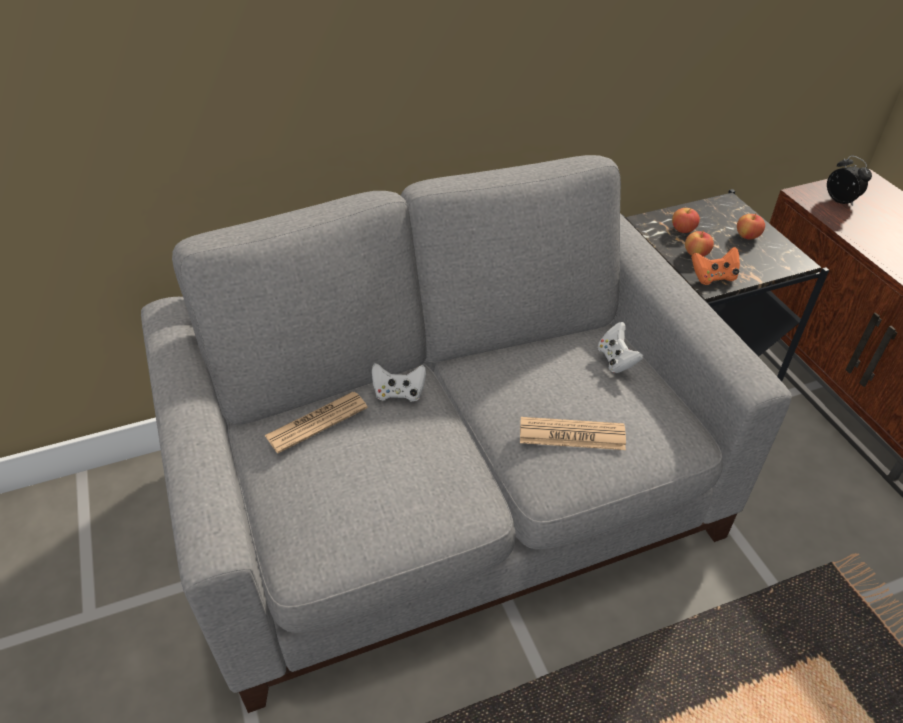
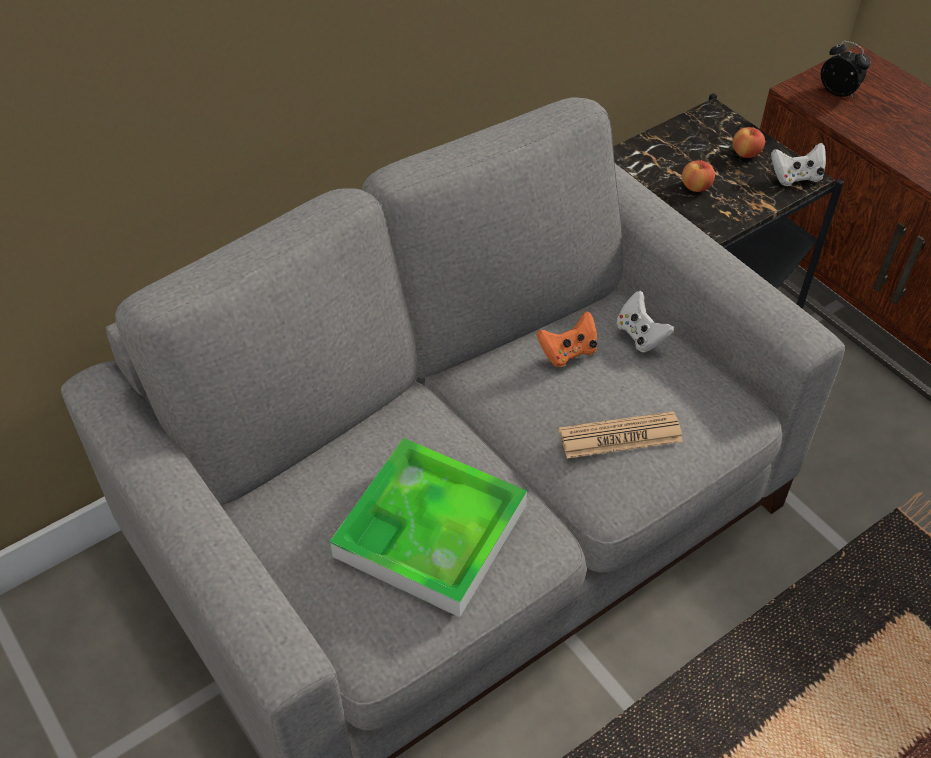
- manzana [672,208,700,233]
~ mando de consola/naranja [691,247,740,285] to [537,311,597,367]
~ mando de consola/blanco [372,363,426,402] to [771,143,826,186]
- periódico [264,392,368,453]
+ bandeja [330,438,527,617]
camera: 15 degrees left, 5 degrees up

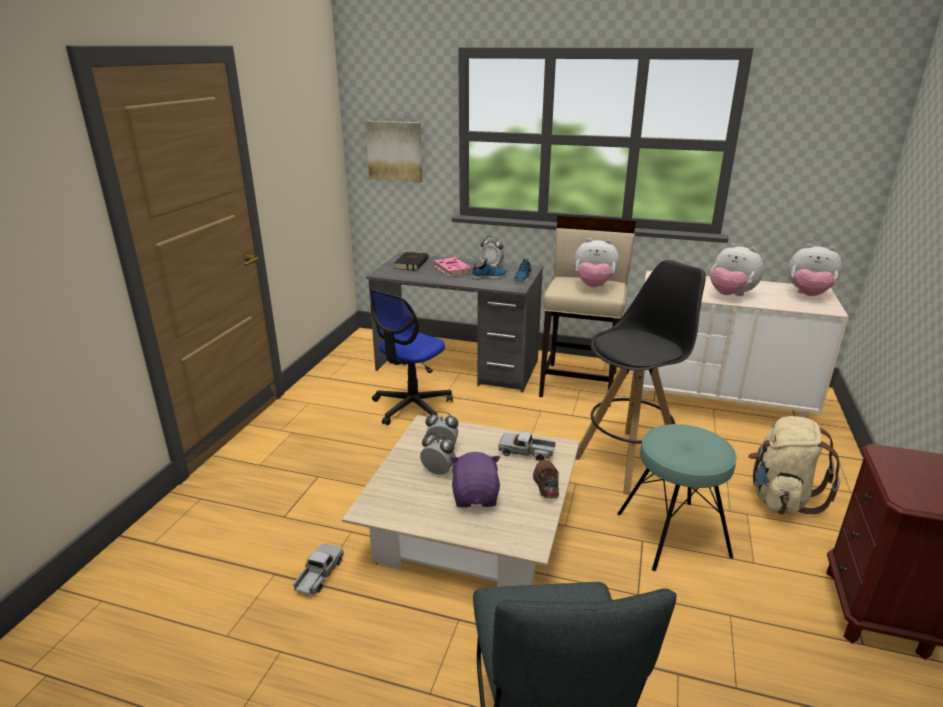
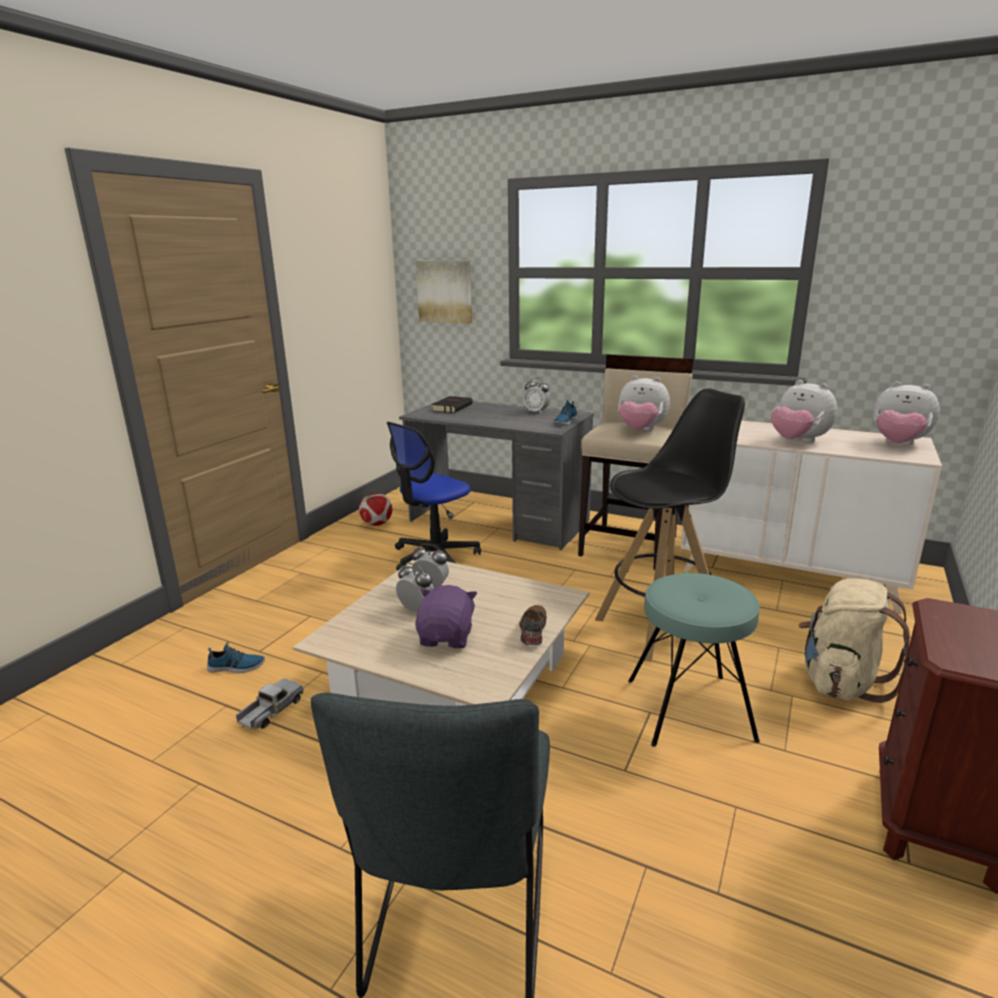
- libro/rosa [434,257,473,277]
~ zapato [471,261,508,280] to [207,642,265,673]
- camión de juguete [498,431,555,461]
+ balón de fútbol [359,493,392,526]
camera: 10 degrees right, 5 degrees down

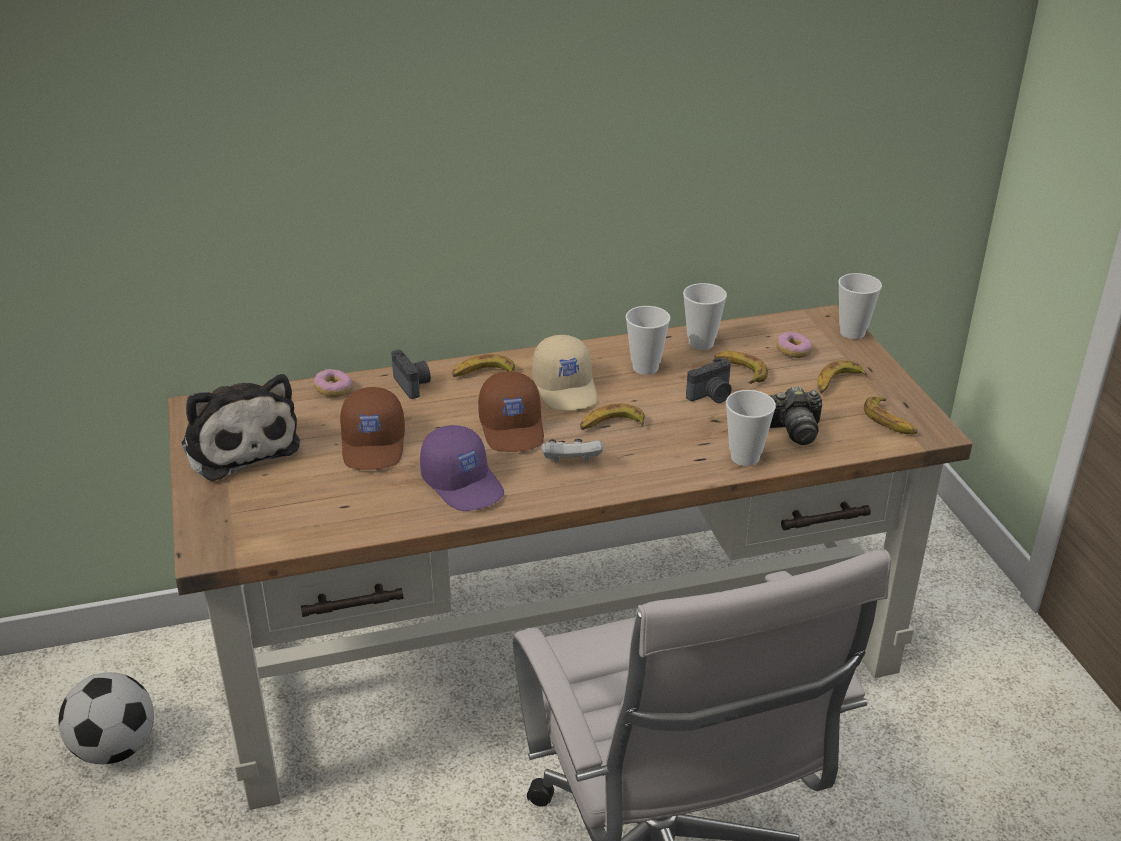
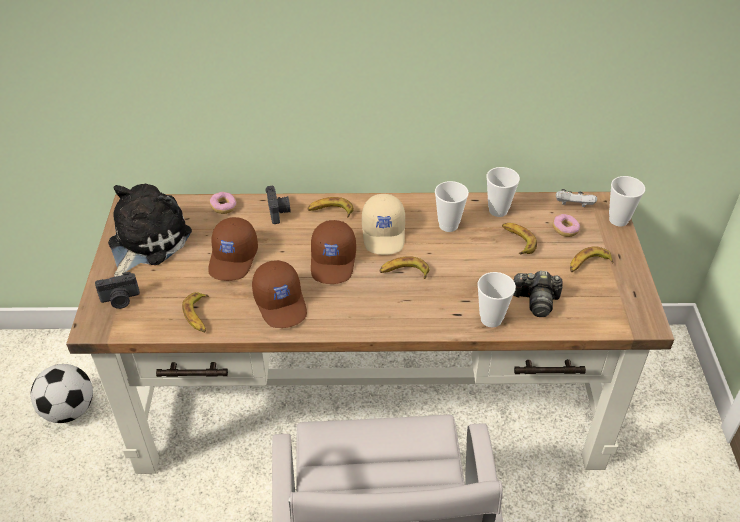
~ cámara [686,357,732,403] to [95,272,140,309]
~ peluche [181,374,300,481] = [108,184,192,277] 135 degrees counterclockwise
~ plátano [864,396,918,434] to [182,292,209,333]
~ gorra/morado [420,425,504,511] to gorra/marrón [252,260,307,328]
~ mando de consola/blanco [541,439,604,463] to [556,189,597,207]
camera: 15 degrees right, 10 degrees up

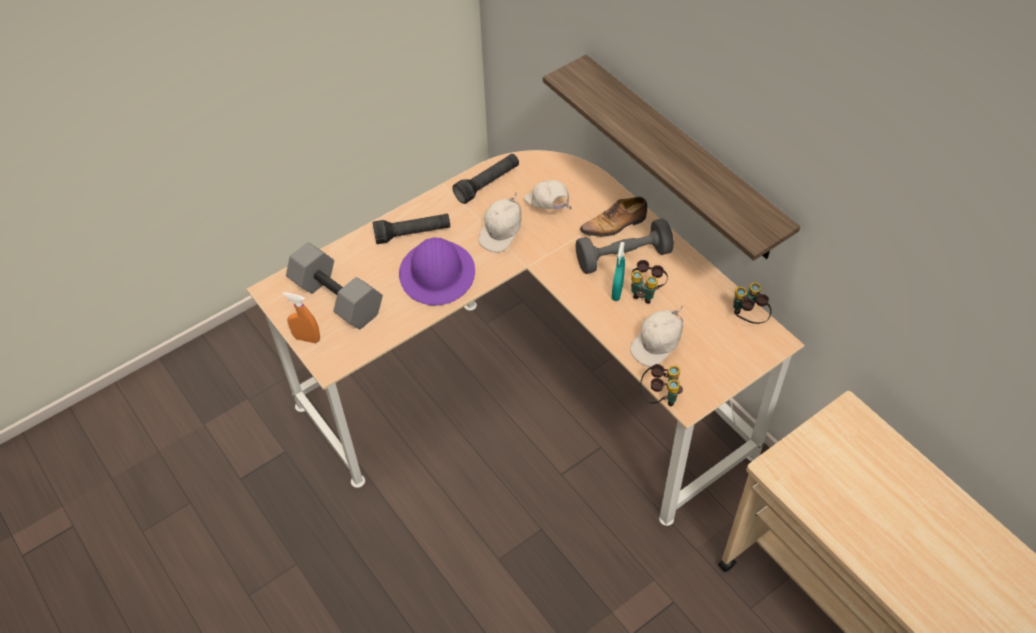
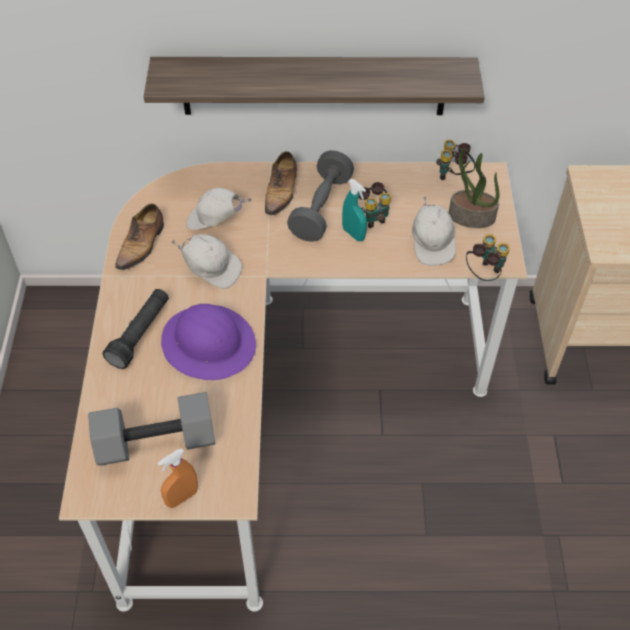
~ linterna/negro [453,154,519,204] to zapato [115,203,164,270]
~ gorra/blanco [478,193,521,253] = [171,234,242,289] 45 degrees counterclockwise
+ planta en maceta [449,148,499,228]
camera: 55 degrees left, 0 degrees up

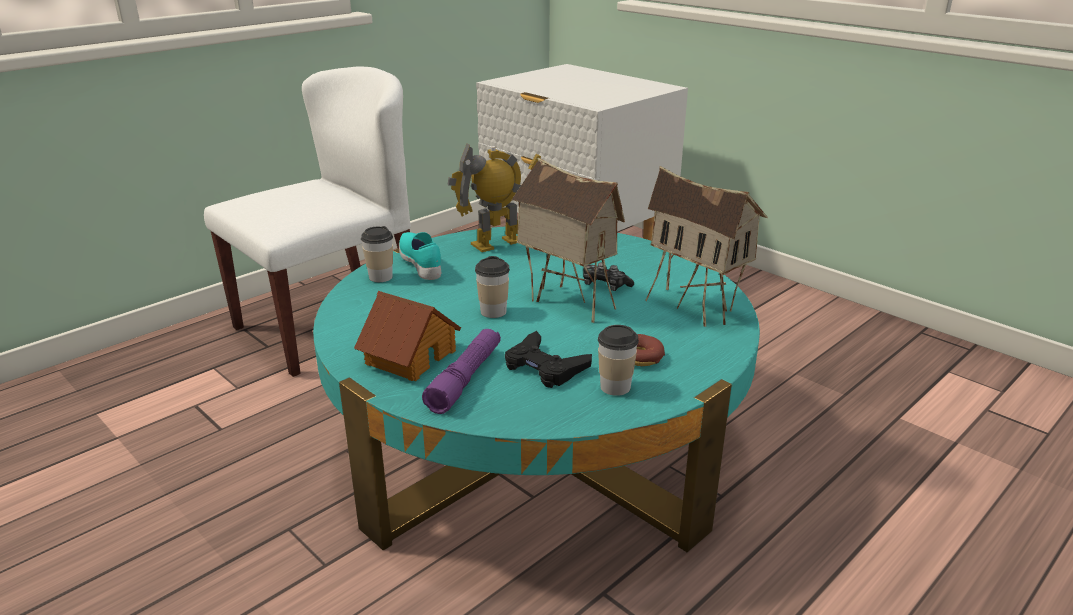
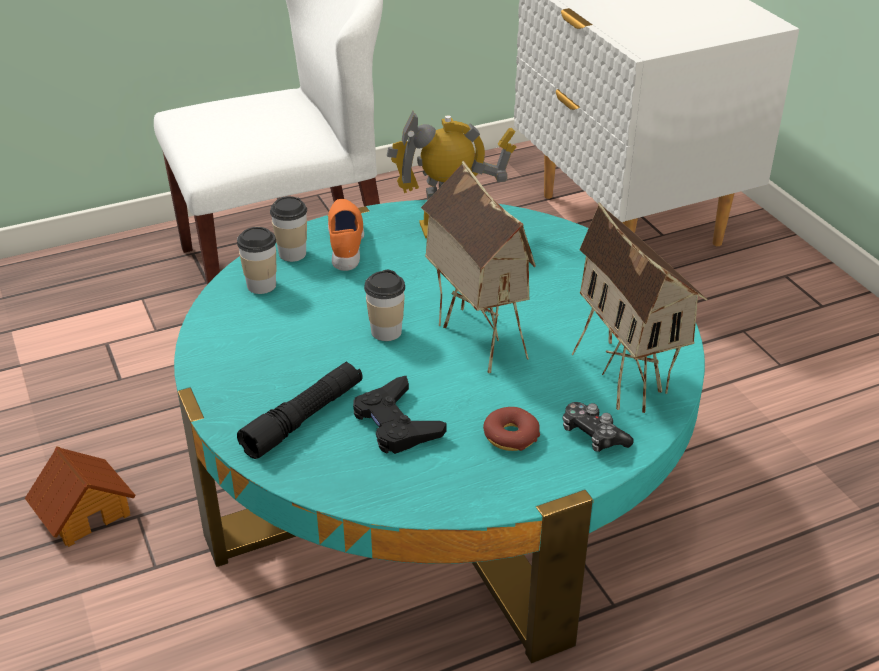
~ zapato/turquesa [399,232,441,280] to zapato/naranja [328,199,364,271]
~ mando de consola [583,262,634,291] to [562,402,634,452]
~ casita [354,291,461,381] to [25,446,136,547]
~ taza [598,325,639,396] to [237,227,277,294]
~ linterna/morado [422,329,501,414] to linterna/negro [237,362,363,459]
camera: 20 degrees right, 10 degrees up

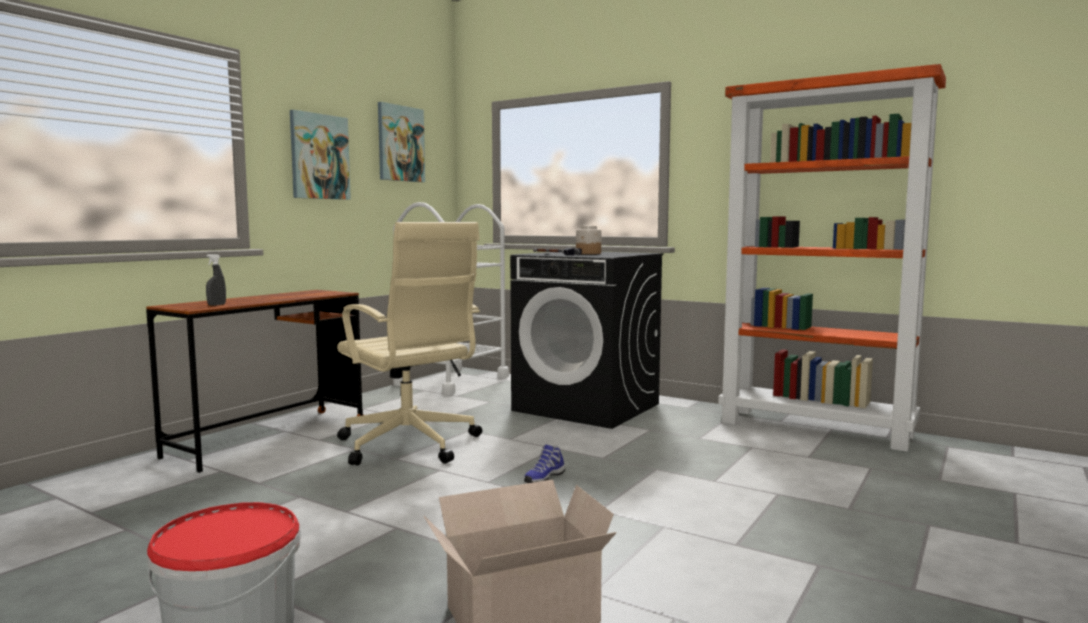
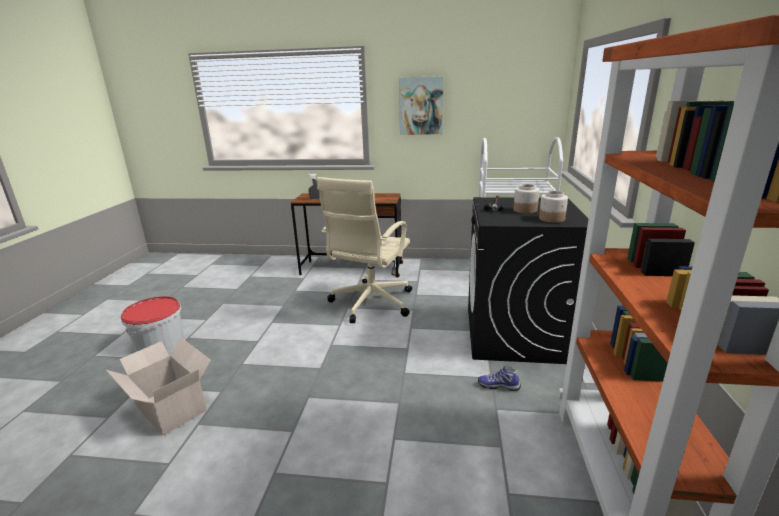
- cuadro [378,102,425,182]
~ zapato [524,445,565,483] to [478,365,521,391]
+ tarro [539,191,568,223]
camera: 65 degrees right, 15 degrees up

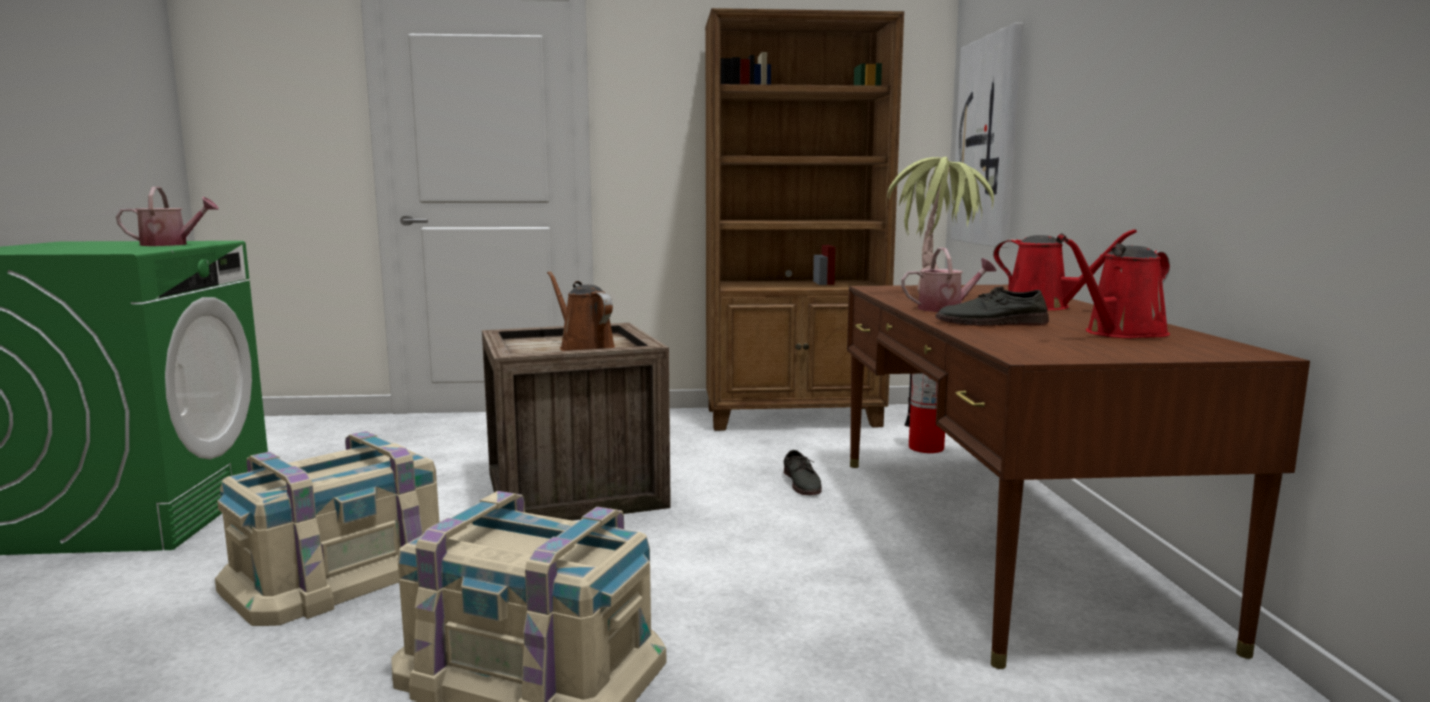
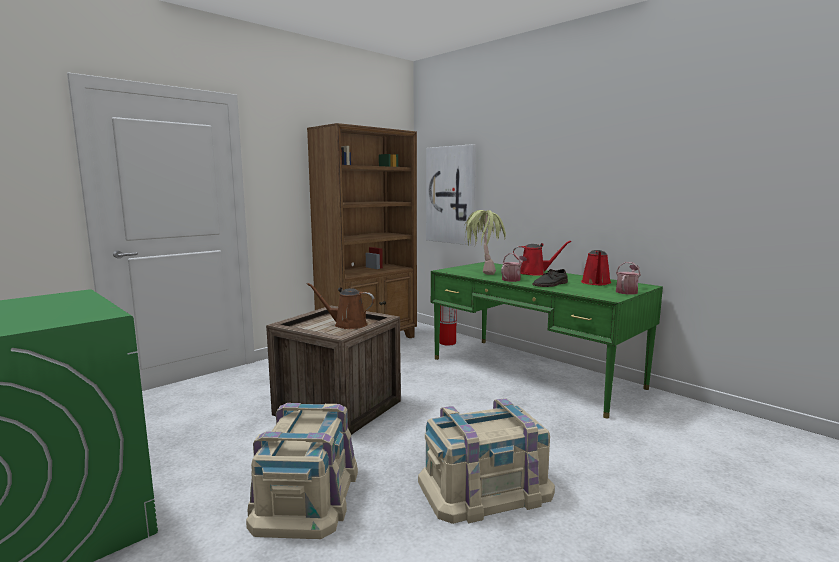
~ regadera [116,187,219,246] to [616,262,641,294]
~ escritorio/marrón [847,285,1310,669] to escritorio/verde [431,262,663,418]
- zapato/gris [784,450,822,495]
camera: 40 degrees left, 0 degrees up

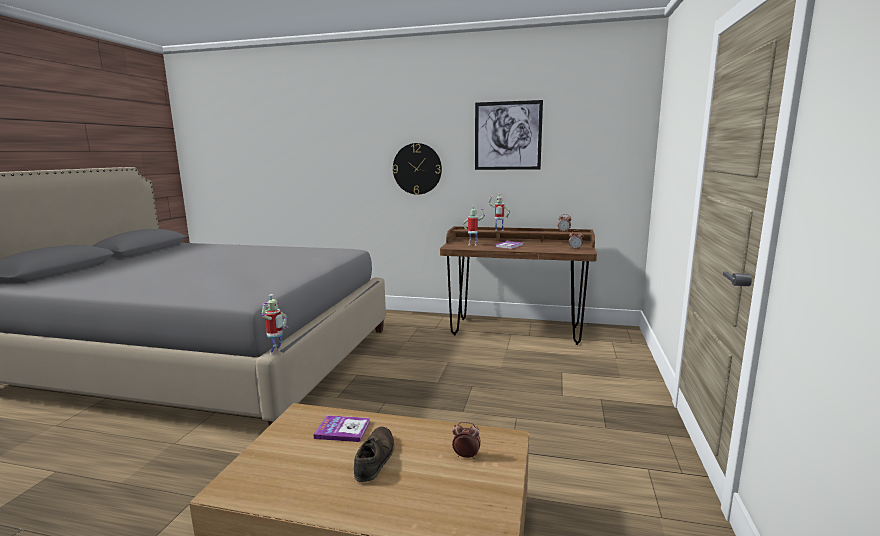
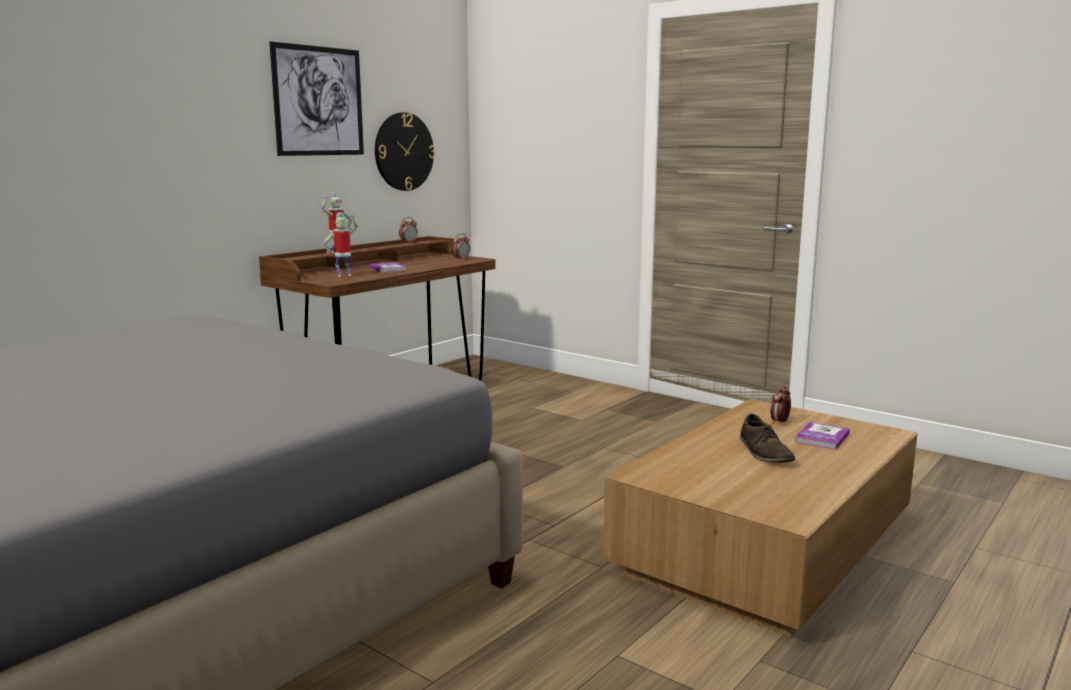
~ reloj de pared [393,143,442,195] to [375,112,435,191]
- robot de juguete [261,294,288,355]
~ libro [313,415,370,442] to [795,422,850,450]
~ zapato/marrón [354,427,395,482] = [740,414,795,463] 135 degrees counterclockwise
camera: 65 degrees left, 0 degrees up

